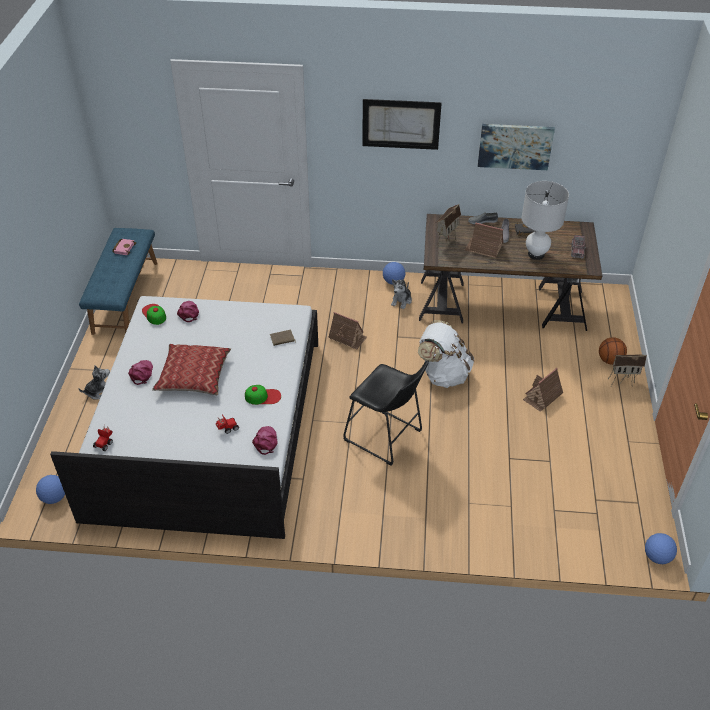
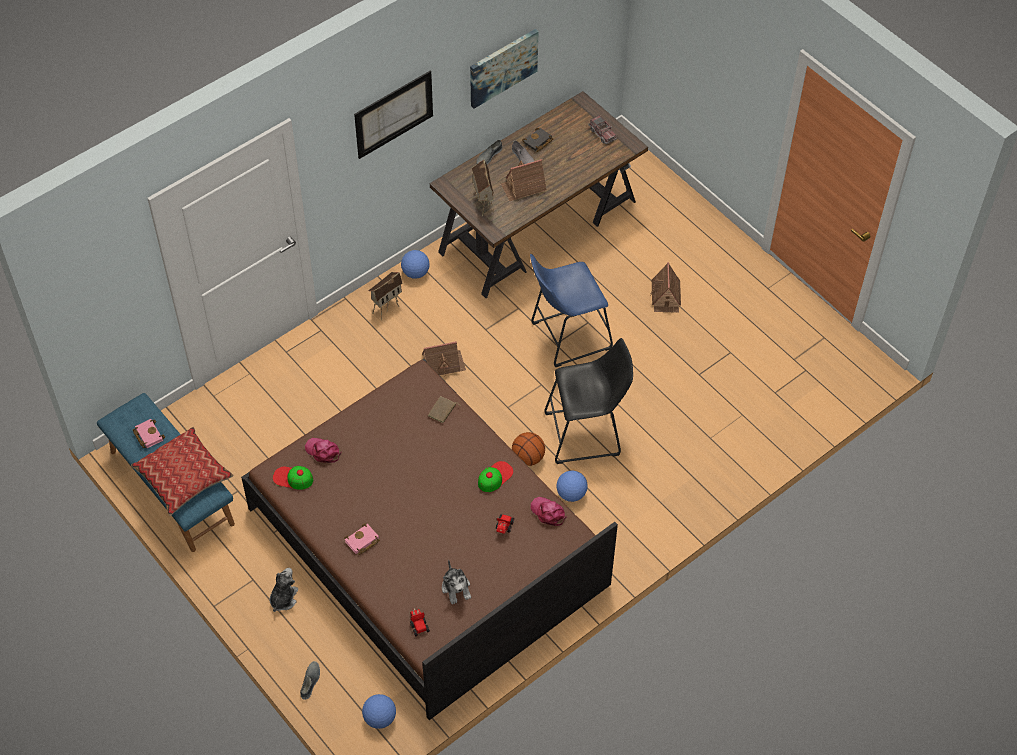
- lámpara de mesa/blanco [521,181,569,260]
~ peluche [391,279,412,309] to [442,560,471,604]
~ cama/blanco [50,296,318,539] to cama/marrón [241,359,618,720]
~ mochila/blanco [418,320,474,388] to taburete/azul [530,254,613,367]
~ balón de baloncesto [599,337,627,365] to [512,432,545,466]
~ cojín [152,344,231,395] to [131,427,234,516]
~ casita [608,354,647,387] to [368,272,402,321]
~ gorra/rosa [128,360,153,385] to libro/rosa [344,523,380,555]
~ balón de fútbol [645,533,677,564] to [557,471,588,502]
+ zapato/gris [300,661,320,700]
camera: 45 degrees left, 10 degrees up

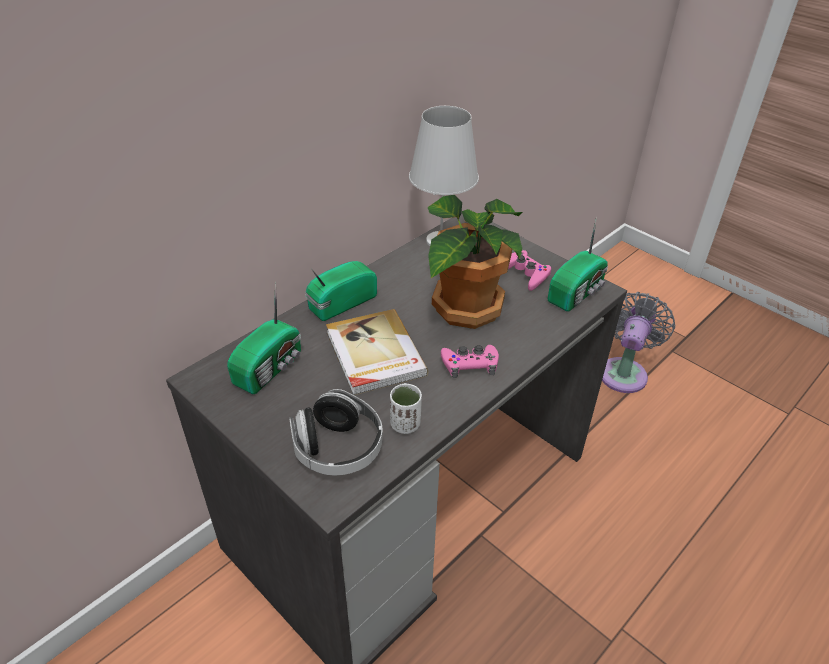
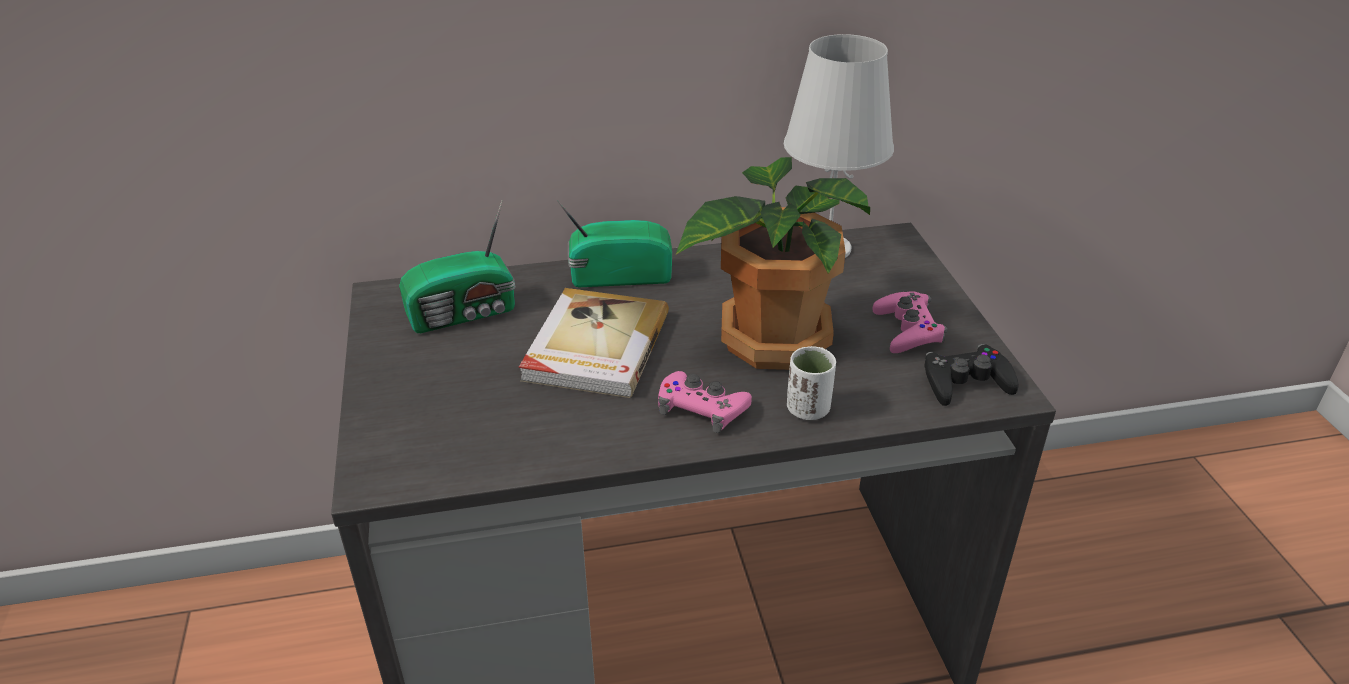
~ radio [548,216,608,311] to mando de consola/negro [924,344,1019,406]
- ventilador/gris [602,292,675,393]
~ taza/blanco [390,383,422,434] to [787,346,836,420]
- auriculares [289,389,383,475]
camera: 35 degrees right, 5 degrees down

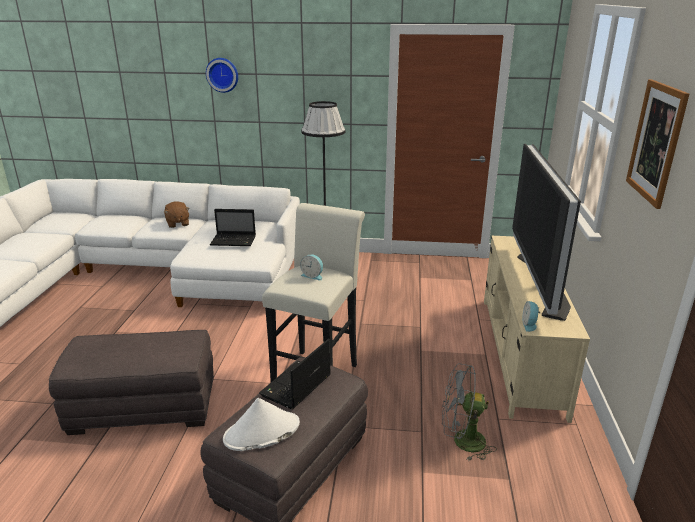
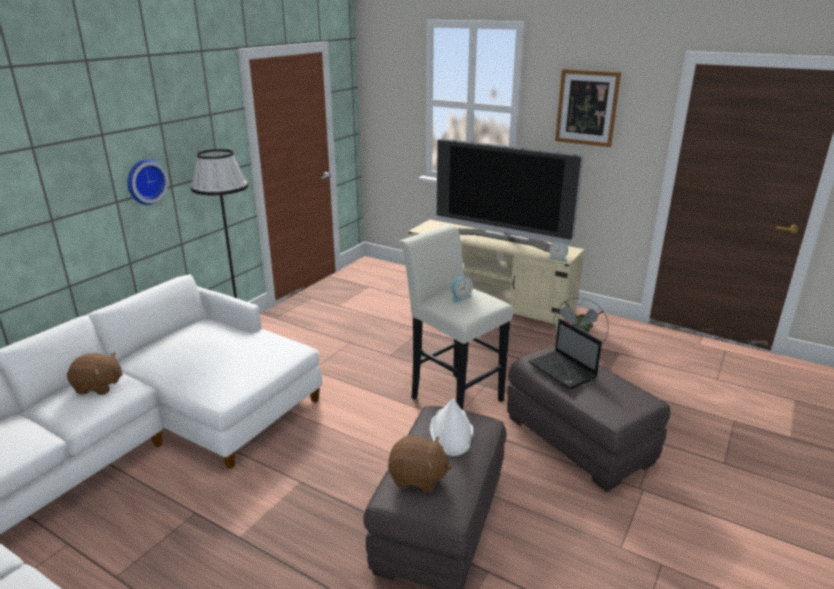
~ reloj de pared [206,58,238,93] to [128,159,168,205]
- portátil [210,209,256,246]
~ sombrero/blanco [223,398,300,451] to [430,398,473,456]
+ peluche/marrón [388,436,452,492]
camera: 65 degrees left, 0 degrees up

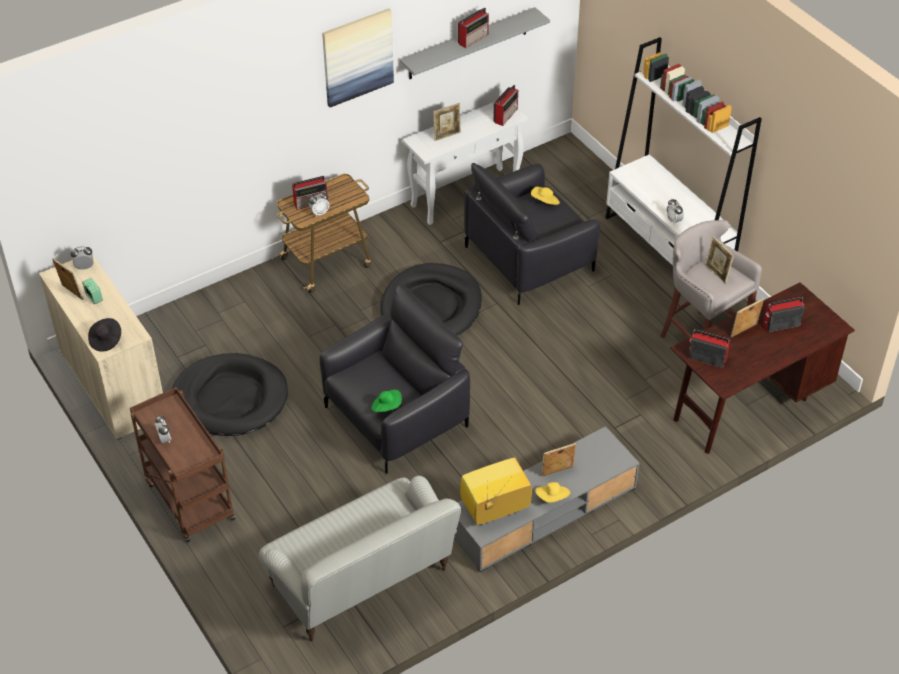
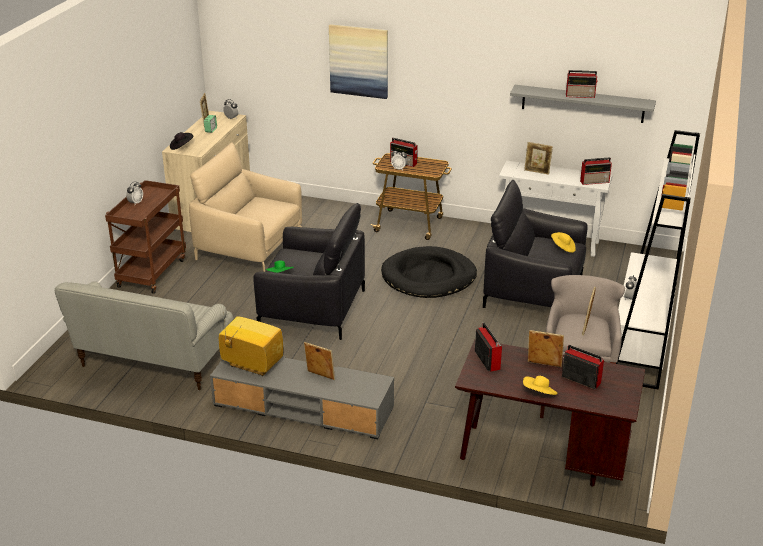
~ cuadro [322,8,394,107] to [329,24,388,99]
~ cama para perro/negro [172,353,288,436] to sillón/beis [189,142,302,272]
~ sombrero/amarillo [535,482,570,503] to [523,376,557,395]
camera: 50 degrees right, 15 degrees down

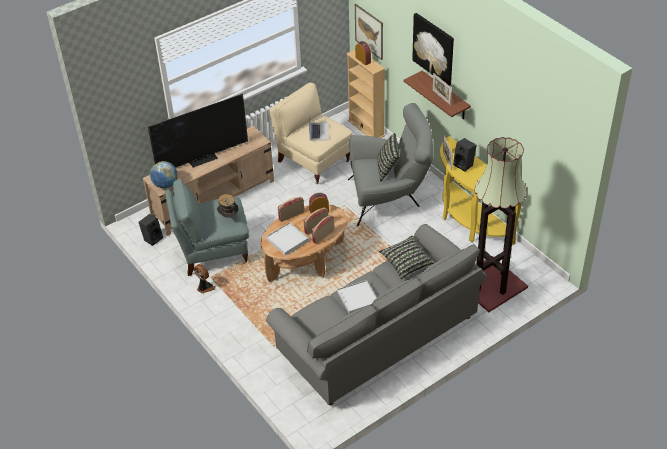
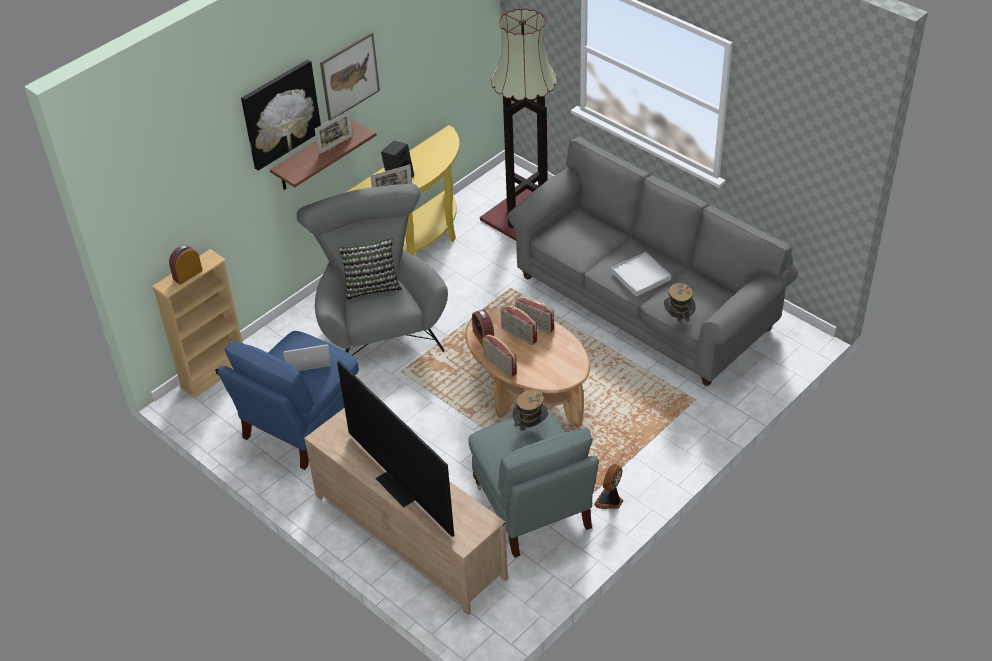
~ cuadro [355,4,383,60] to [320,32,380,121]
~ sillón/beis [269,83,352,184] to sillón/azul [217,331,359,470]
- globo terráqueo [150,161,178,189]
- altavoz/negro [139,214,163,246]
- bandeja/blanco [266,222,309,256]
- cojín [379,235,434,279]
+ sombrero [664,283,696,323]
camera: 100 degrees left, 0 degrees up

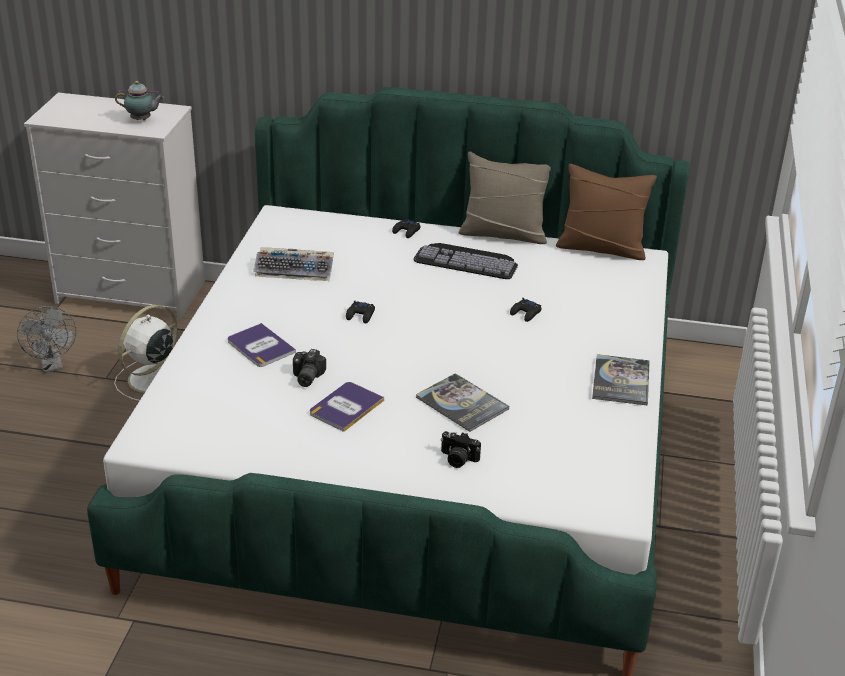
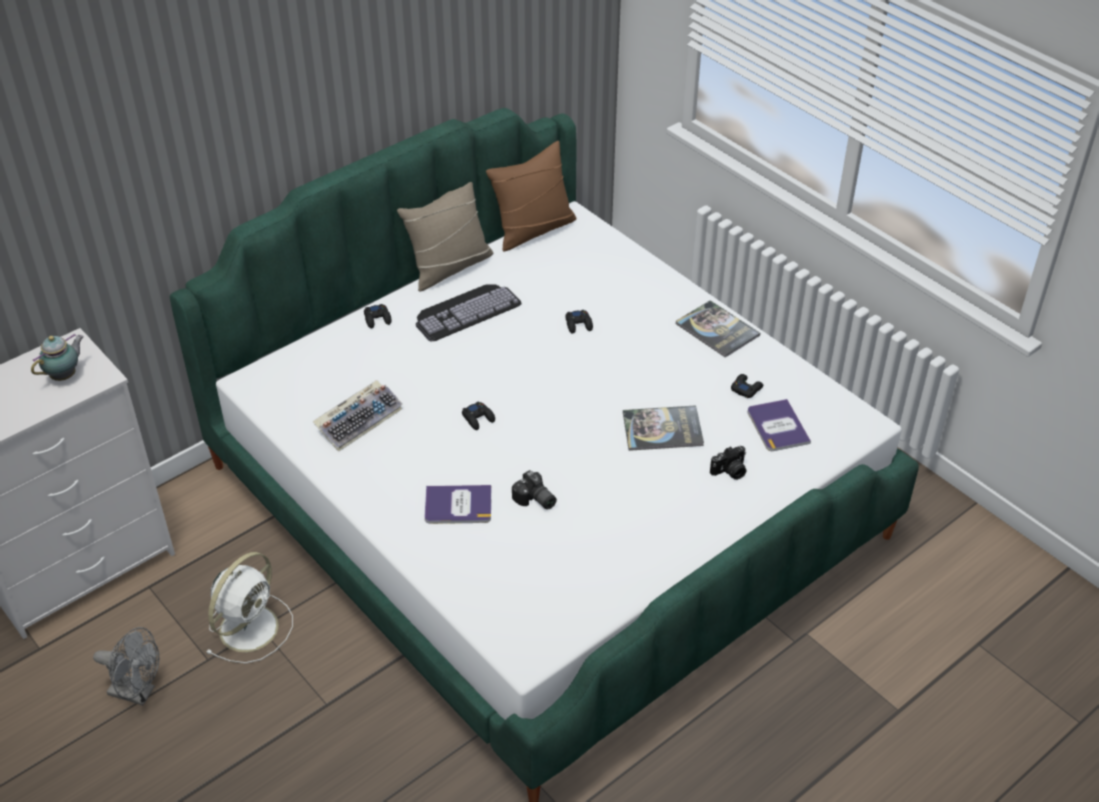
~ ventilador/blanco [114,305,177,401] = [205,552,293,664] 135 degrees counterclockwise
~ libro [310,382,384,432] to [748,399,811,451]
+ mando de consola/negro [731,374,763,398]
camera: 50 degrees left, 10 degrees up

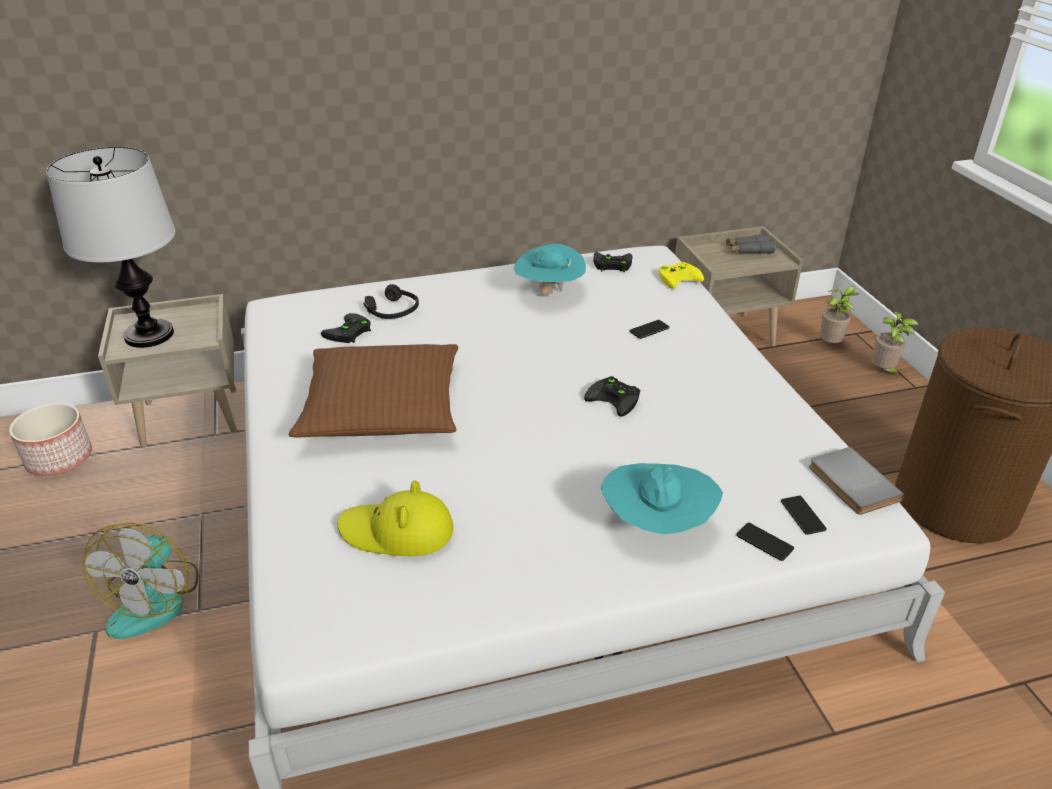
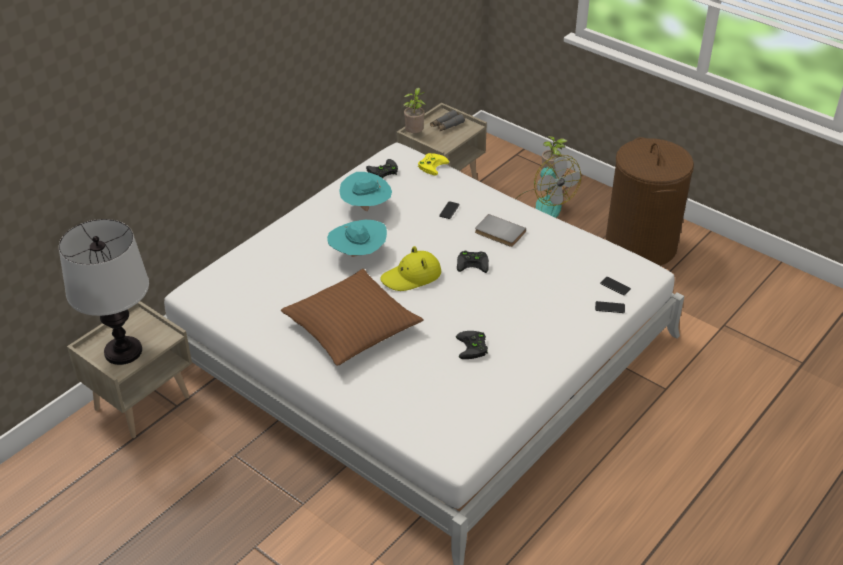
- auriculares/negro [363,284,419,319]
~ planta en maceta [819,286,858,343] to [403,88,426,133]
~ mando de consola/negro [321,313,371,343] to [456,331,488,359]
- maceta [9,403,92,476]
~ libro/gris [809,447,904,515] to [475,214,526,247]
~ sombrero/turquesa [601,463,723,535] to [327,220,387,257]
~ sombrero/amarillo [337,480,454,556] to [380,246,441,291]
~ ventilador [83,523,199,639] to [515,155,581,218]
camera: 35 degrees left, 5 degrees up

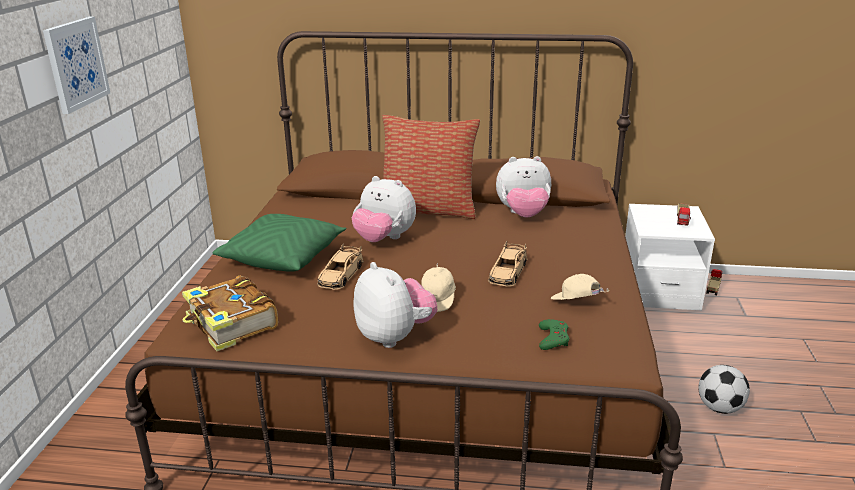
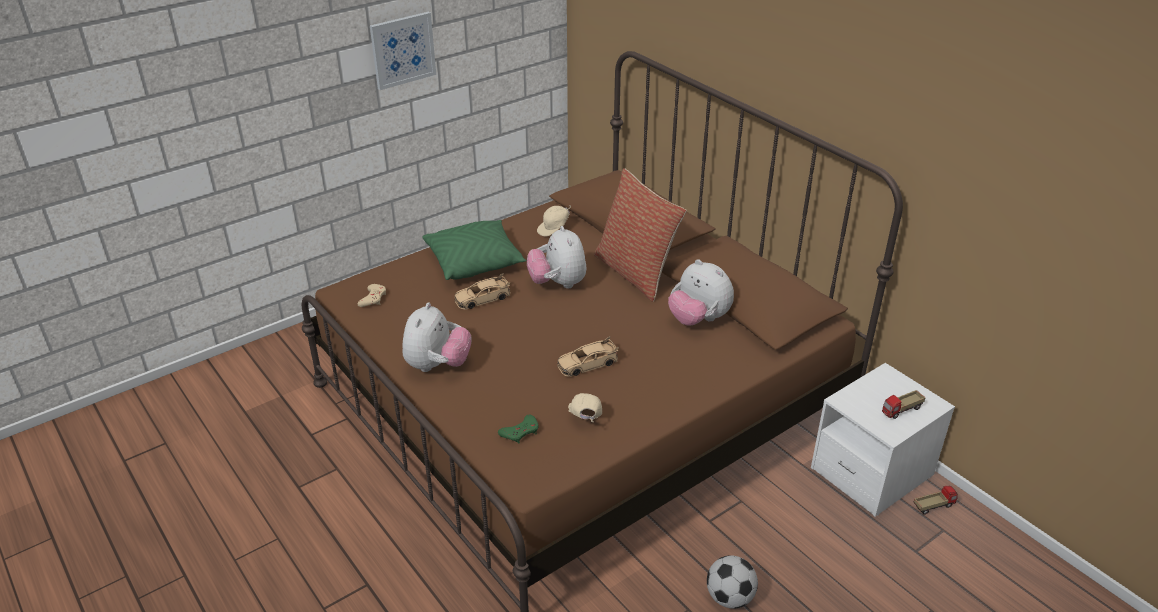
~ gorra/beis [421,263,456,312] to [537,206,571,237]
~ libro [182,275,278,351] to mando de consola/beis [358,284,386,307]
camera: 45 degrees right, 10 degrees up

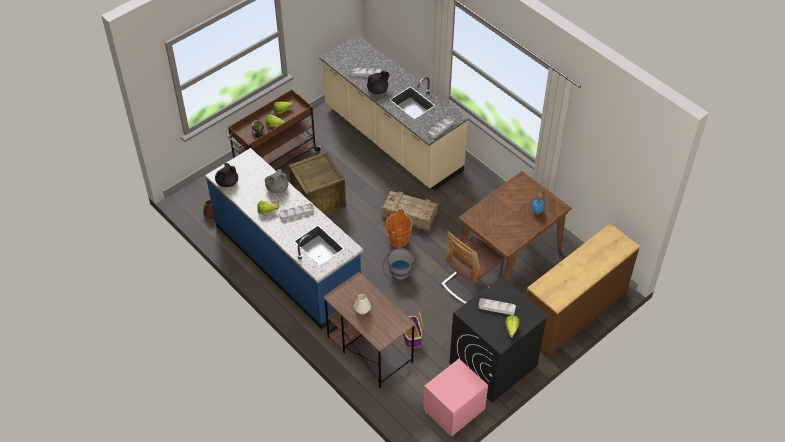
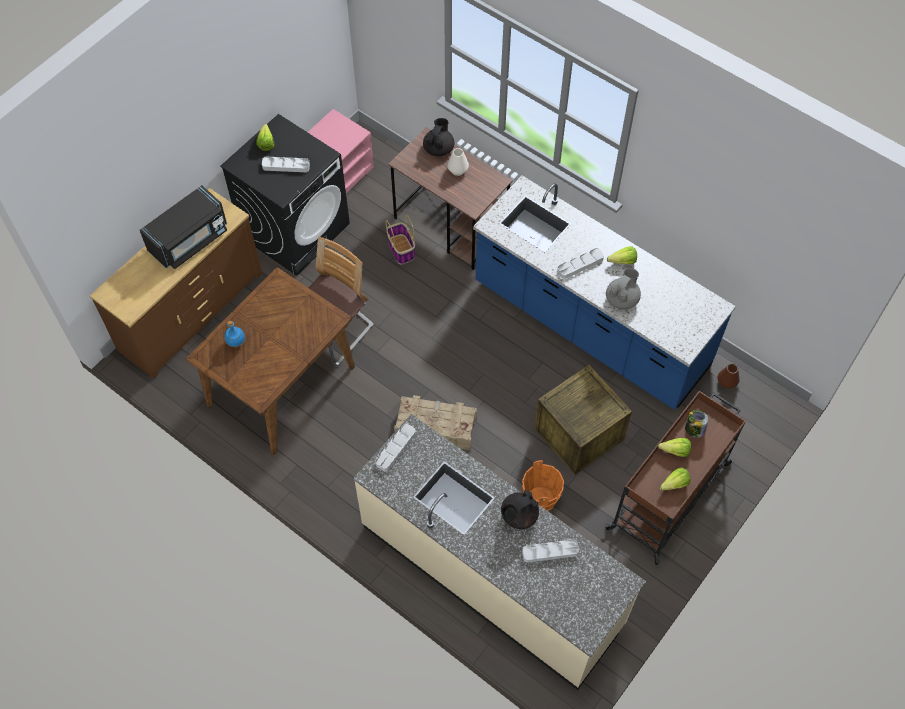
~ tetera/negro [215,163,238,187] to [423,118,455,156]
~ cubo/naranja [386,209,412,248] to [522,460,564,511]
- cubo/gris [382,248,414,281]
+ microondas/negro [140,185,227,269]
camera: 170 degrees right, 10 degrees up

